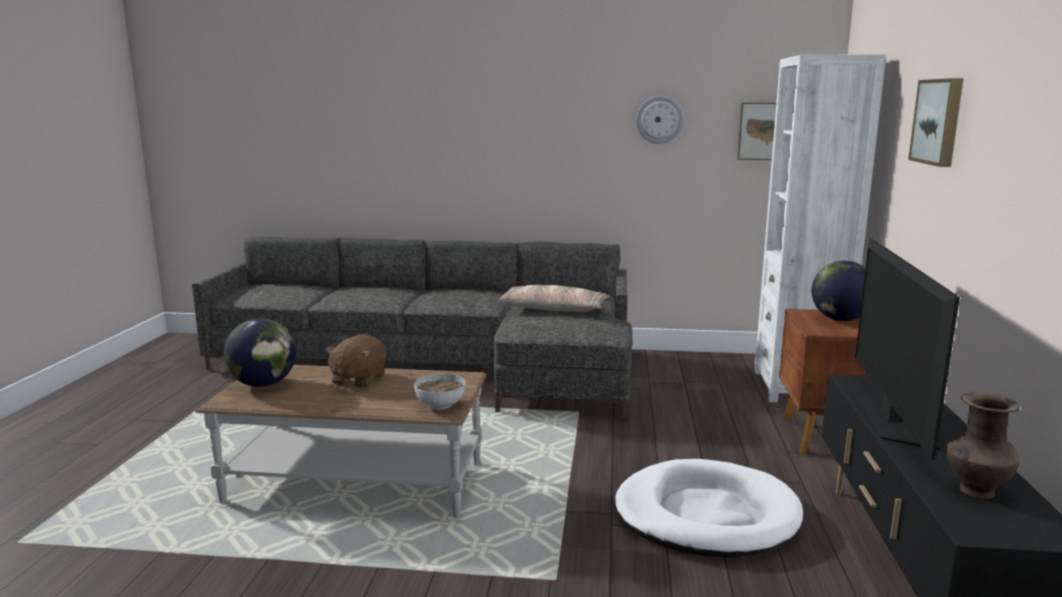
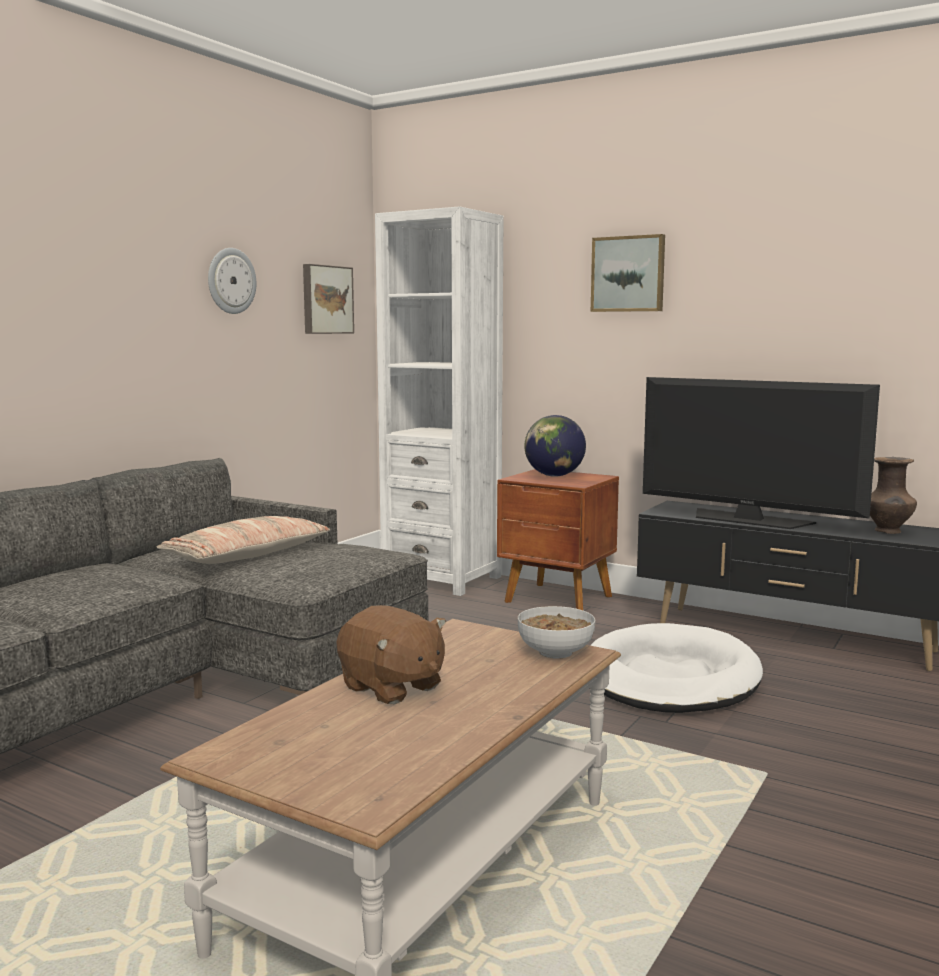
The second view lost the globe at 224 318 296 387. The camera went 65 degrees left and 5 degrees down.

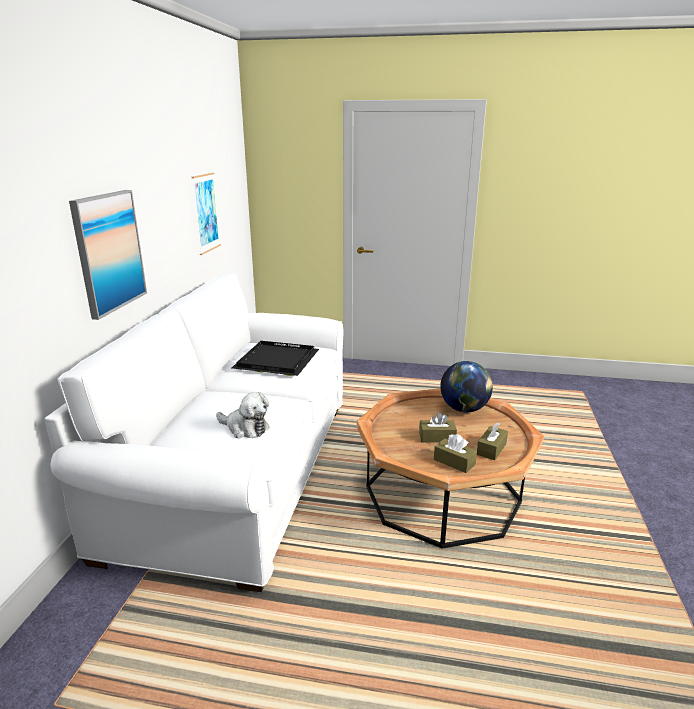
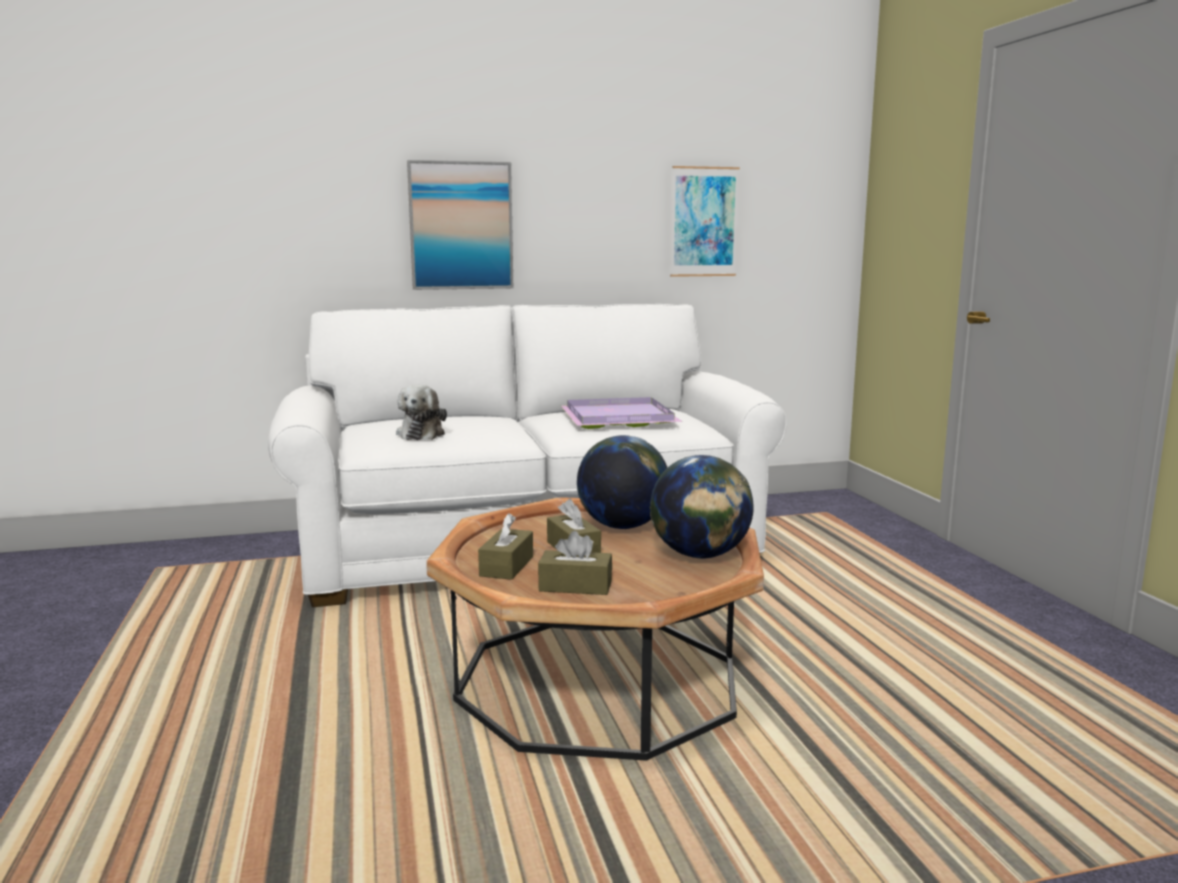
What was the black tray at 232 341 319 376 turned into the purple tray at 561 397 683 429. The second view gained the globe at 577 435 667 529. The camera went 65 degrees right and 10 degrees down.

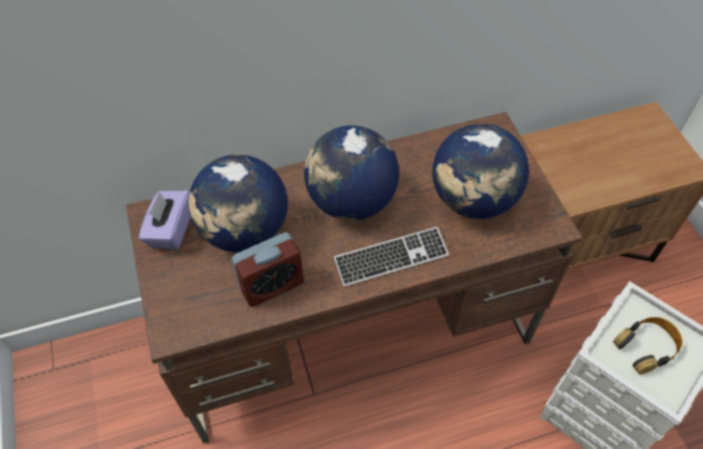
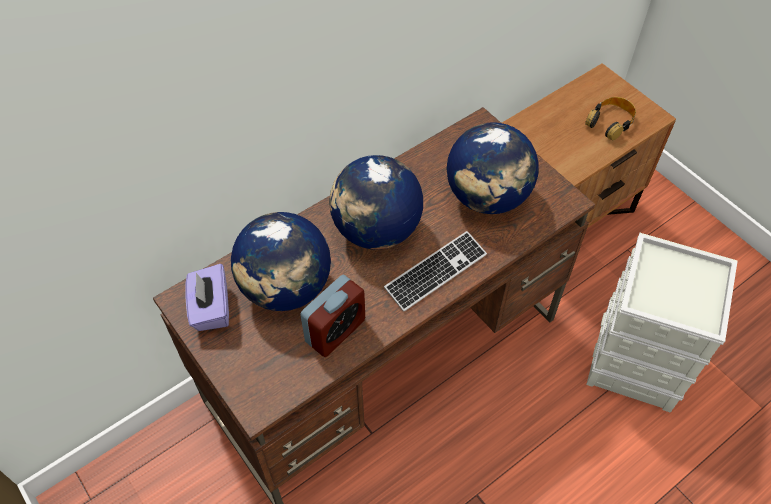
The headphones ended up elsewhere, having gone from 613 317 683 374 to 585 97 636 140. The camera went 20 degrees left and 0 degrees up.

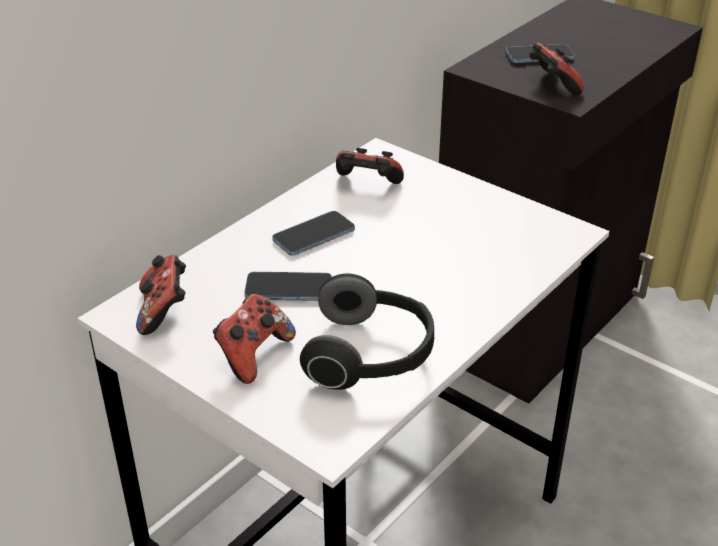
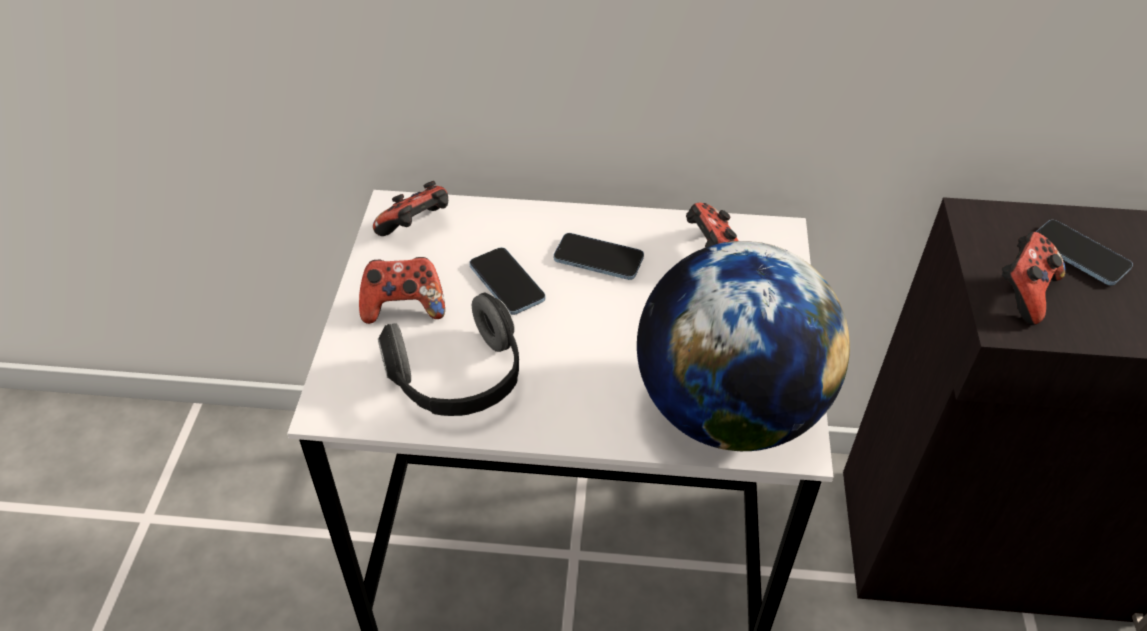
The second view gained the globe at 637 241 850 451. The camera went 55 degrees right and 10 degrees up.

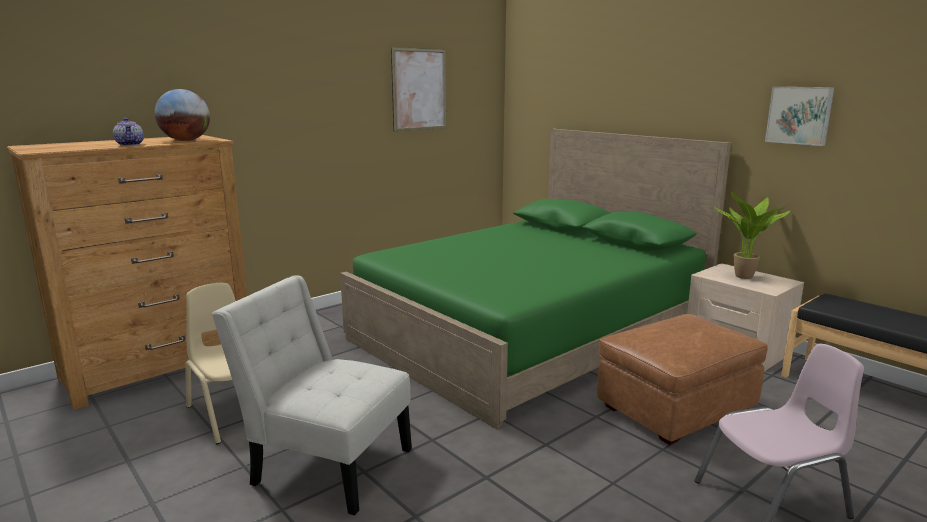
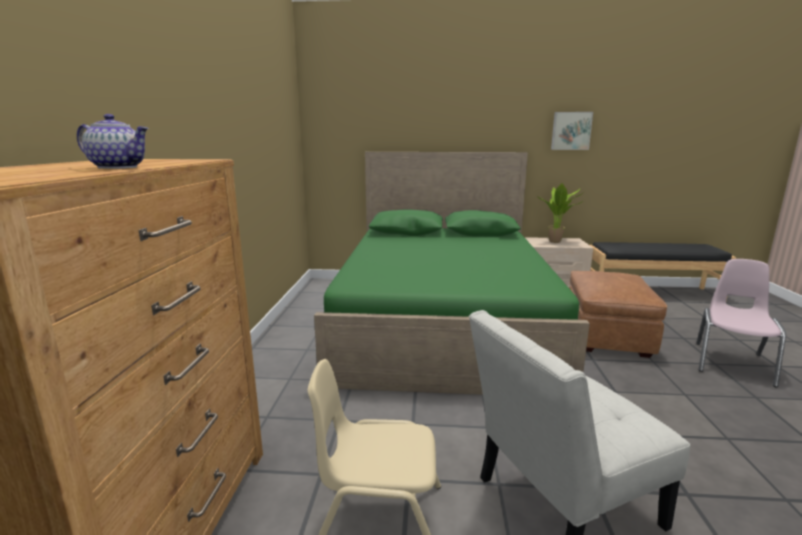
The second view lost the globe at 154 89 210 141. The second view lost the picture at 391 47 447 132. The camera went 45 degrees left and 0 degrees up.

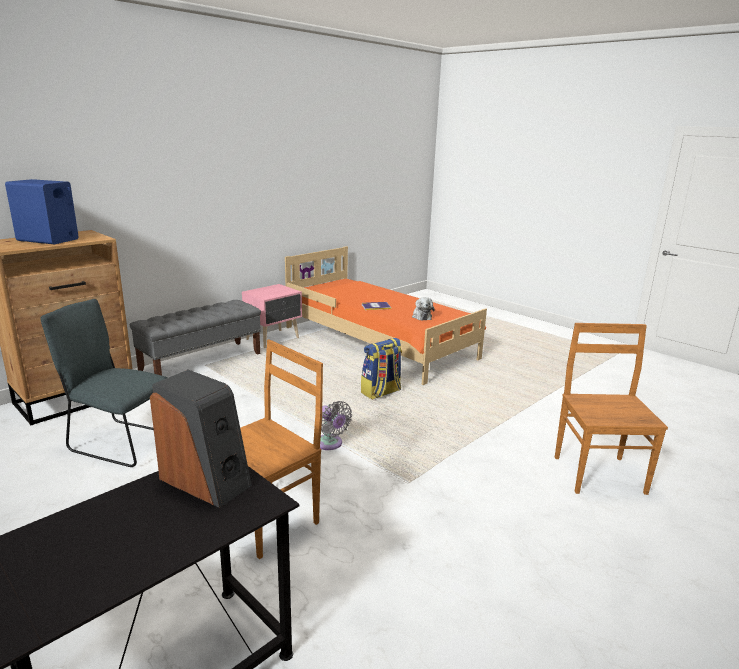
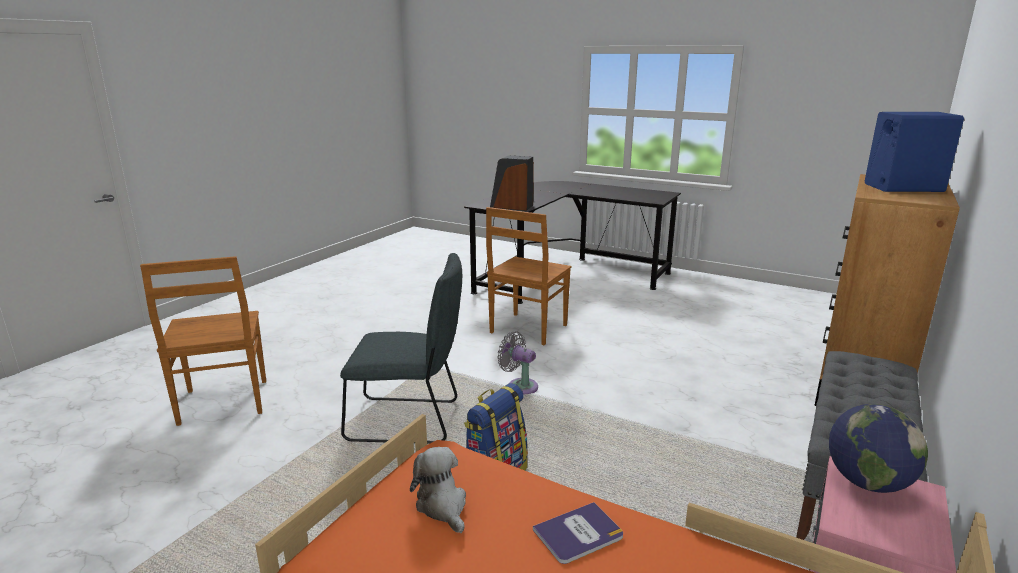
The grey chair ended up elsewhere, having gone from 40 299 167 467 to 340 253 462 444. The second view gained the globe at 829 404 928 493. The camera went 165 degrees right and 0 degrees up.

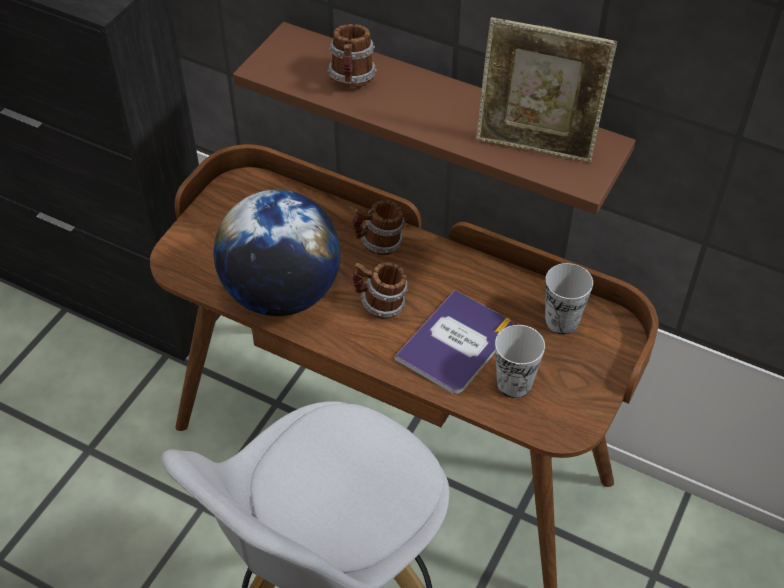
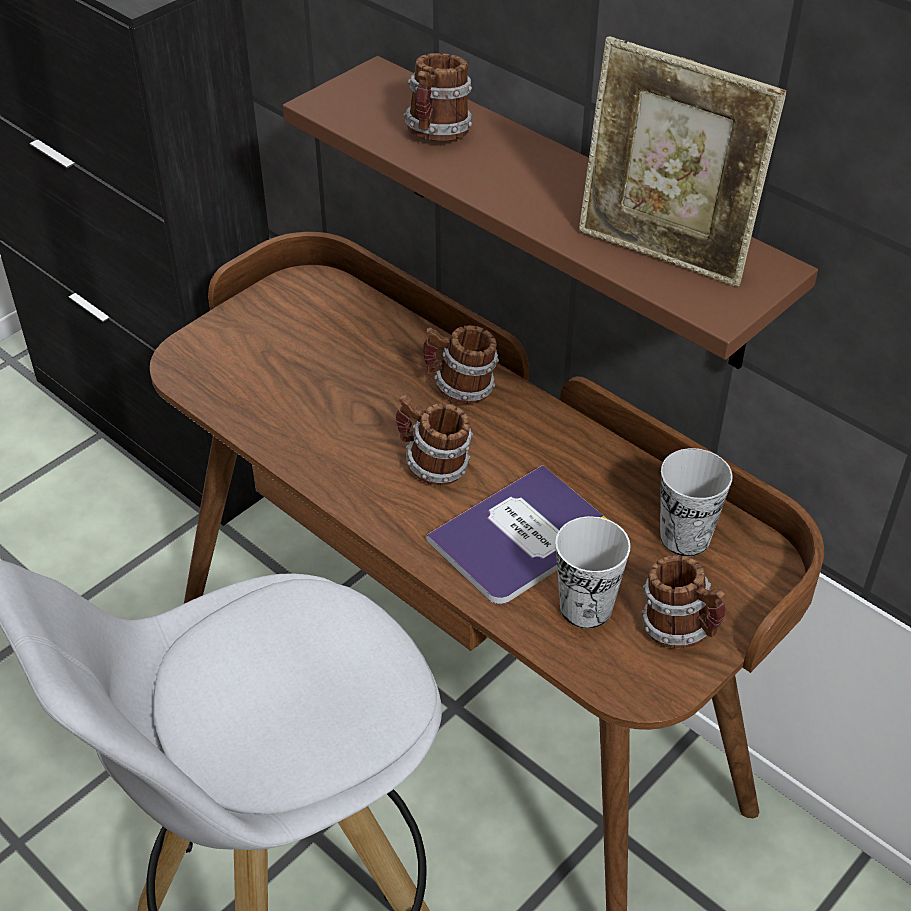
The second view gained the mug at 641 555 726 649. The second view lost the globe at 214 189 341 316. The camera went 15 degrees right and 5 degrees down.

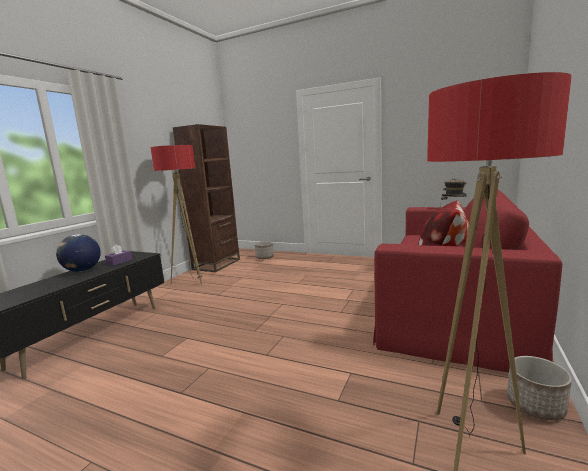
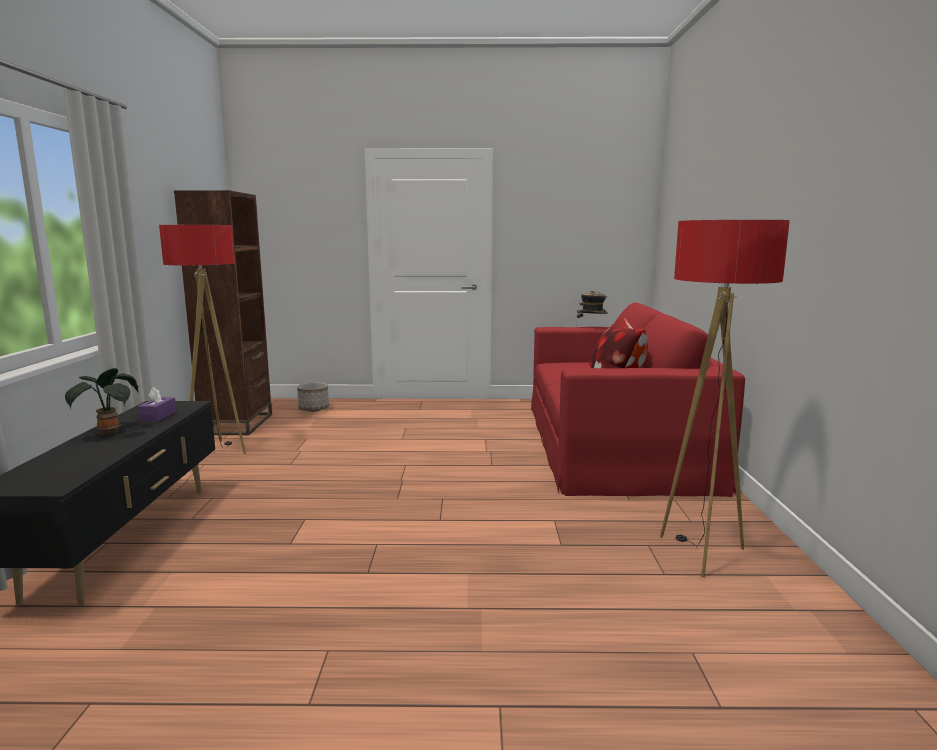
Where the globe stood at 56 234 101 272, the potted plant came to stand at 65 368 138 436. The second view lost the planter at 507 356 572 420. The camera went 25 degrees left and 0 degrees up.

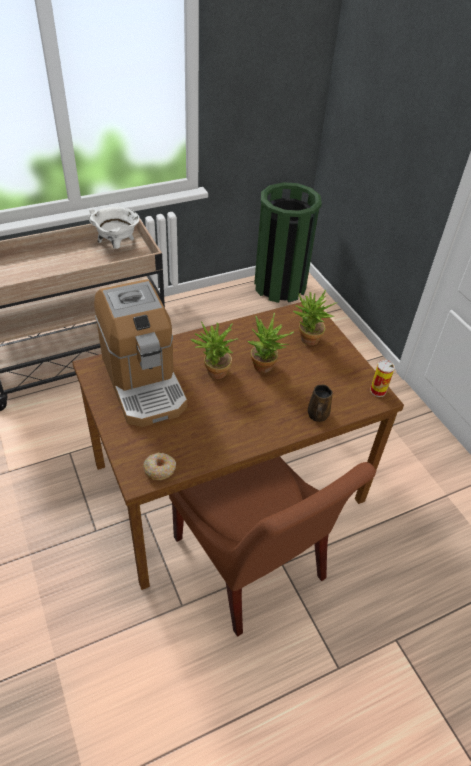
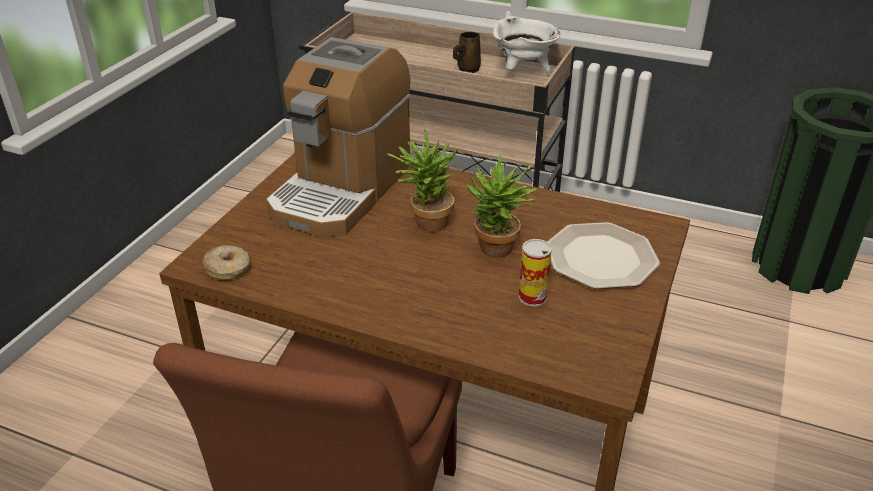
The brown mug ended up elsewhere, having gone from 308 385 333 422 to 453 32 481 73. The can ended up elsewhere, having gone from 370 360 395 397 to 519 239 552 307. Where the potted plant stood at 293 290 337 345, the plate came to stand at 547 222 660 289. The camera went 50 degrees right and 10 degrees down.

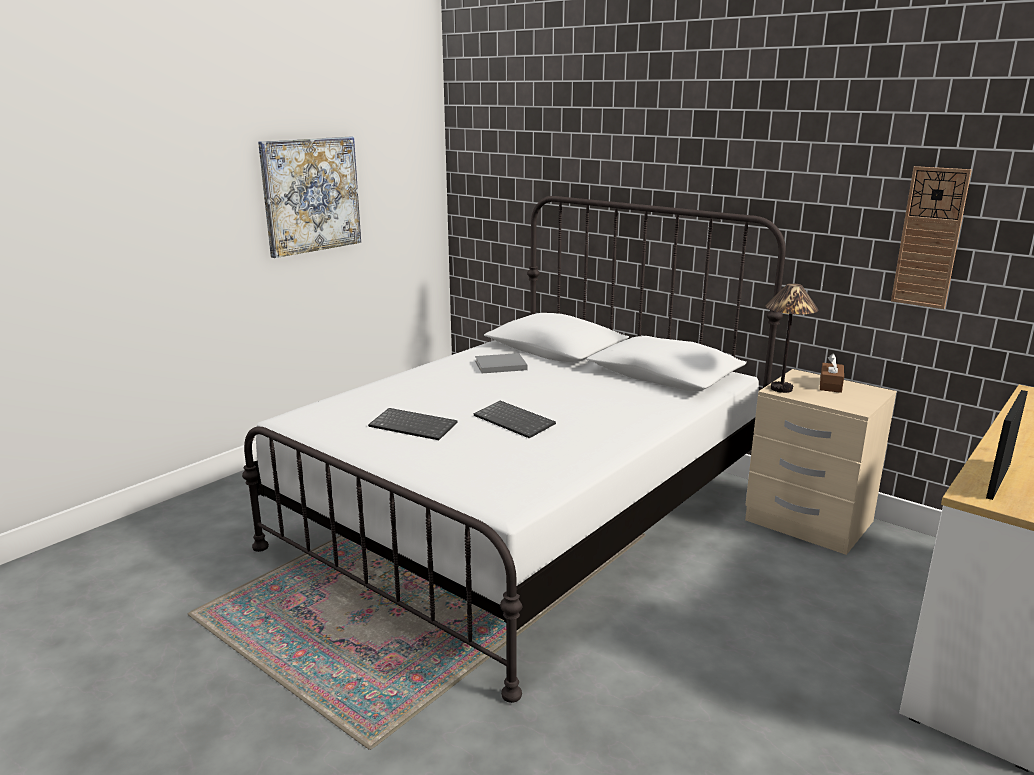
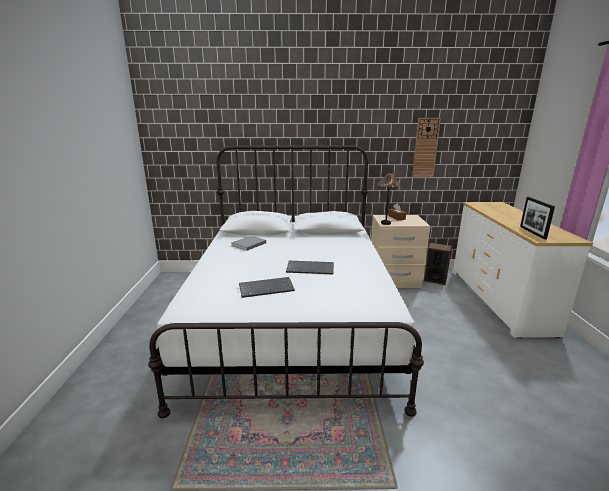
The second view gained the speaker at 424 243 452 285. The second view lost the picture at 258 137 361 258. The camera went 40 degrees left and 0 degrees up.

